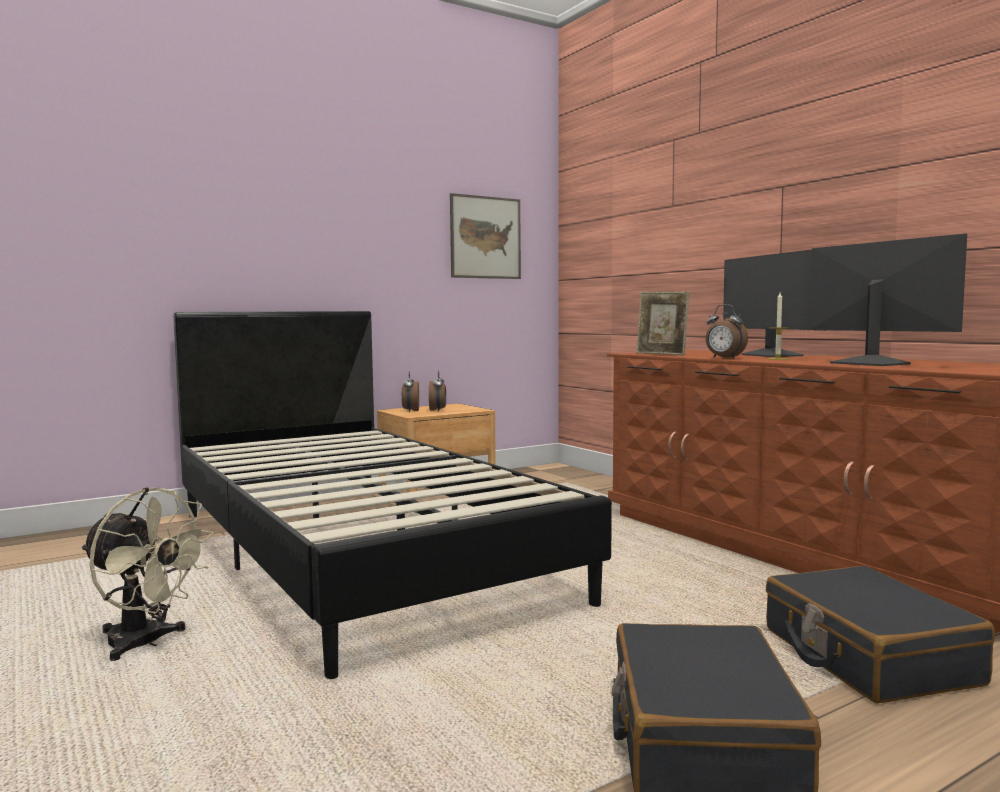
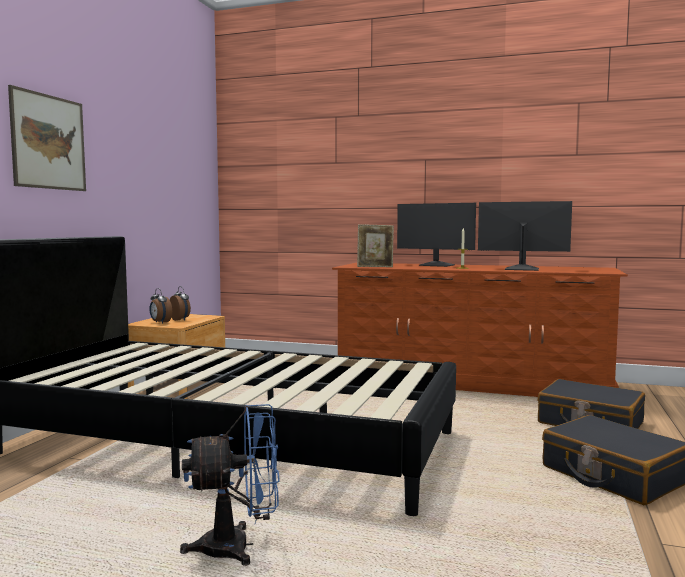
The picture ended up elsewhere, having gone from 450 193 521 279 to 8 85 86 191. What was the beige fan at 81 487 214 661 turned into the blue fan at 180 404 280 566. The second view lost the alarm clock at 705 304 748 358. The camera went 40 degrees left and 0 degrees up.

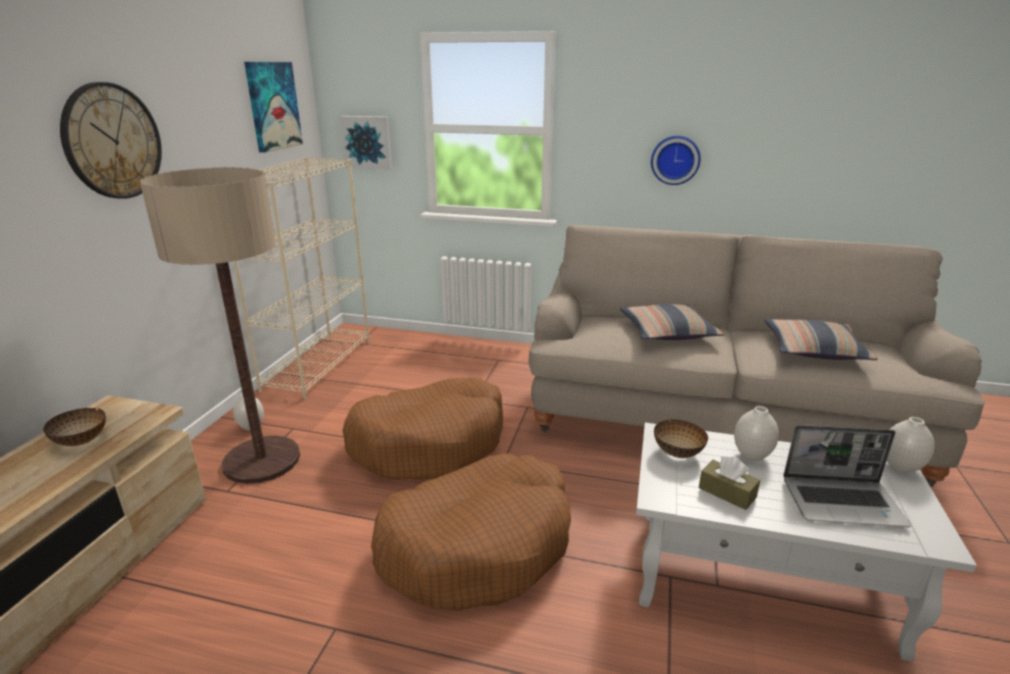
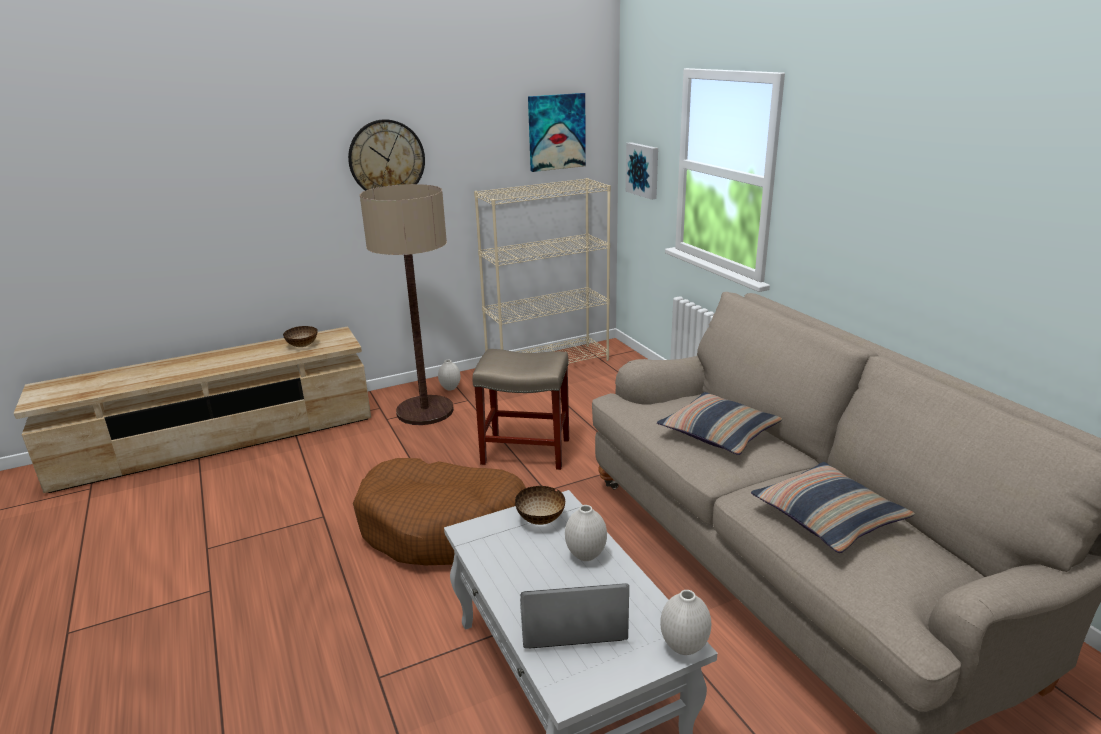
Where the brown dog bed stood at 343 378 503 480, the beige stool came to stand at 472 349 569 470. The laptop at 783 425 911 527 ended up facing another way, 120 degrees clockwise from before. The second view lost the wall clock at 651 136 701 185. The second view lost the brown tissue box at 699 456 760 510. The camera went 50 degrees right and 0 degrees up.

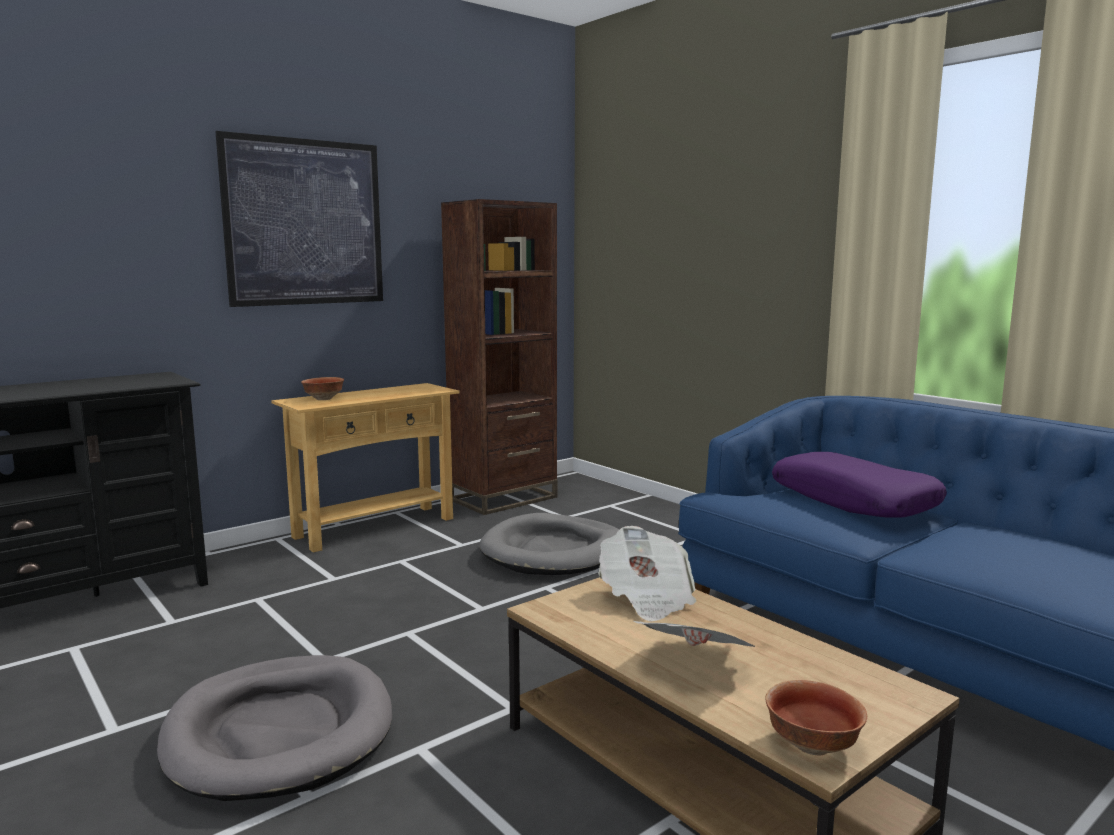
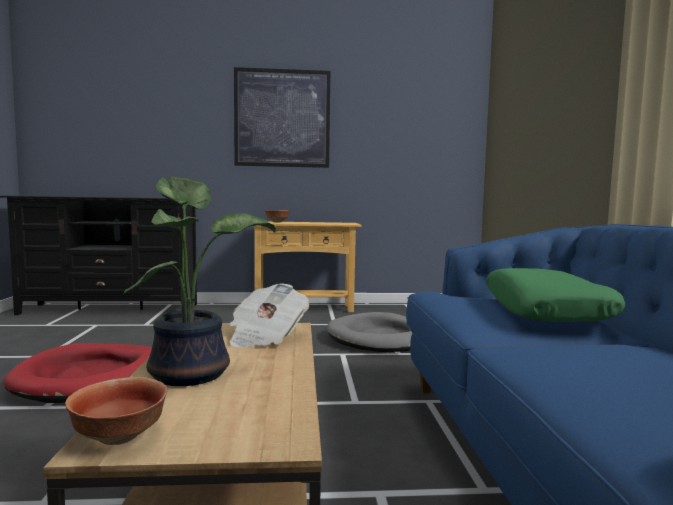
What was the grey dog bed at 157 655 392 801 turned into the red dog bed at 3 343 152 403. Where the newspaper stood at 633 621 754 647, the potted plant came to stand at 123 176 276 386. What was the purple pillow at 772 452 947 518 turned into the green pillow at 486 268 625 322. The second view lost the brown bookcase at 441 199 557 515. The camera went 35 degrees right and 5 degrees down.

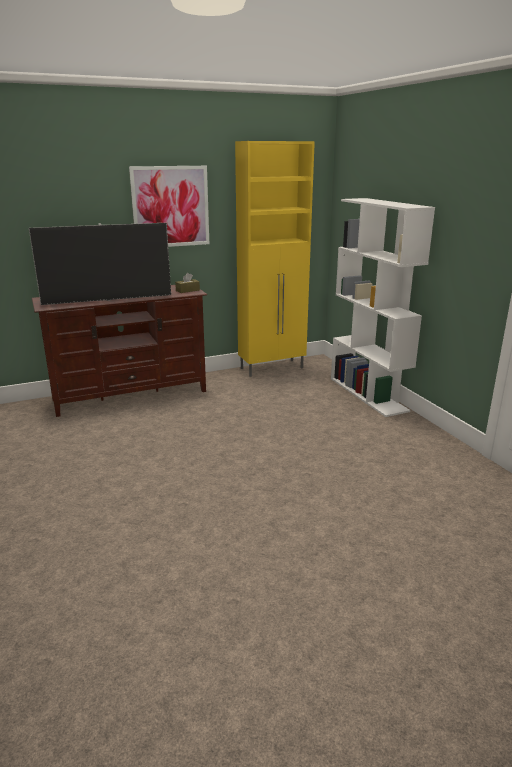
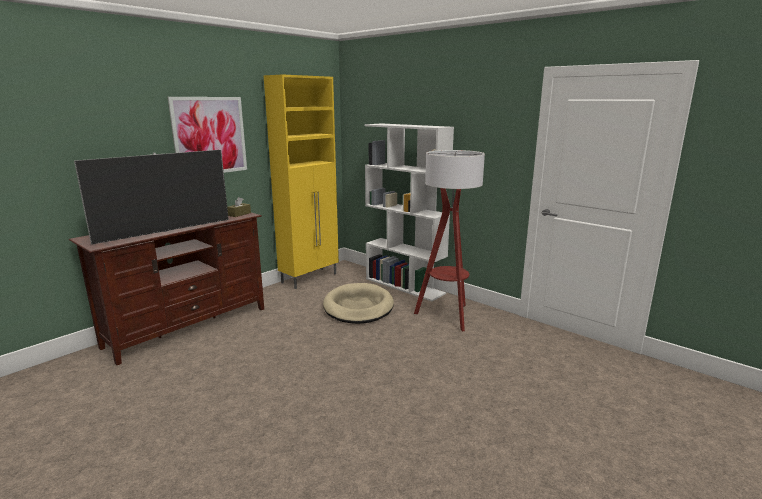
The second view gained the beige dog bed at 323 283 394 324. The second view gained the floor lamp at 414 150 485 331. The camera went 25 degrees left and 5 degrees down.

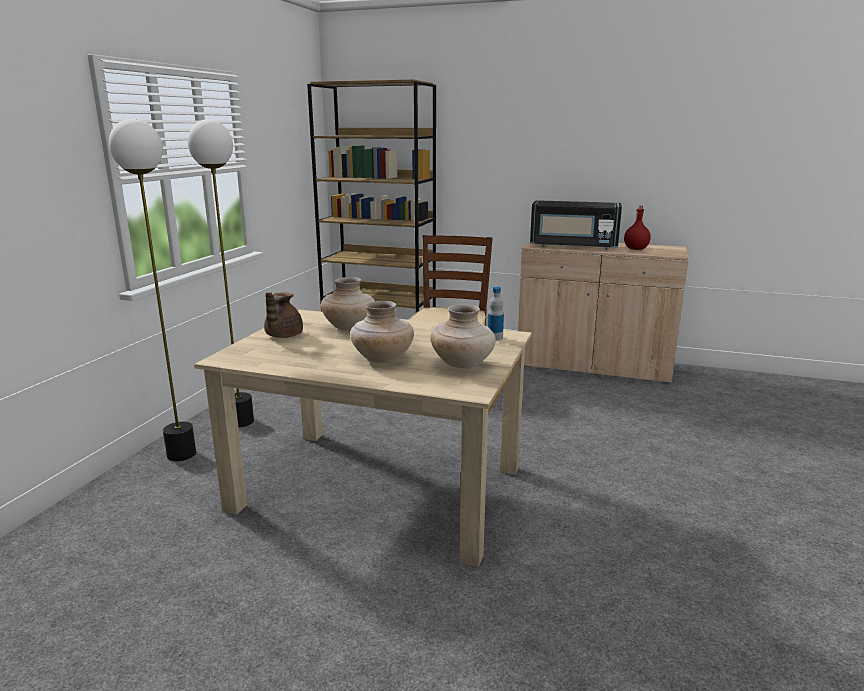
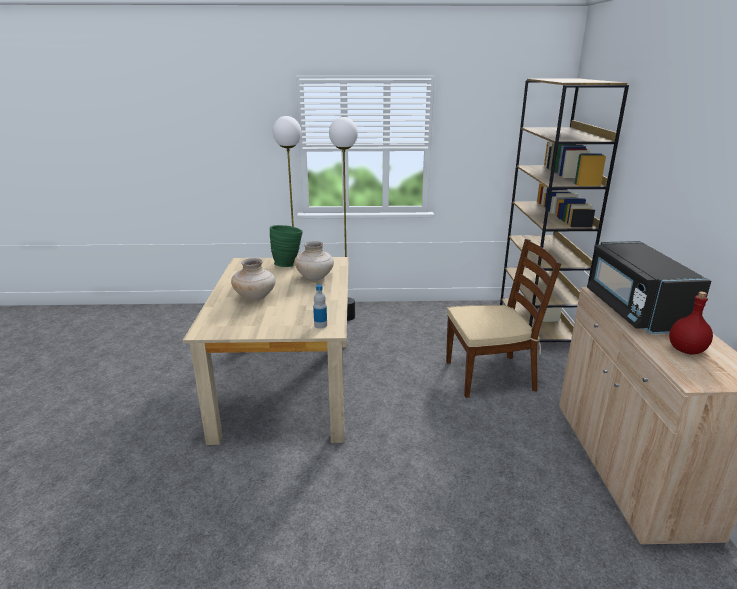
Where the brown teapot stood at 264 292 303 338, the green vase came to stand at 270 225 303 267. The second view lost the beige vase at 430 305 496 368. The camera went 70 degrees right and 5 degrees up.

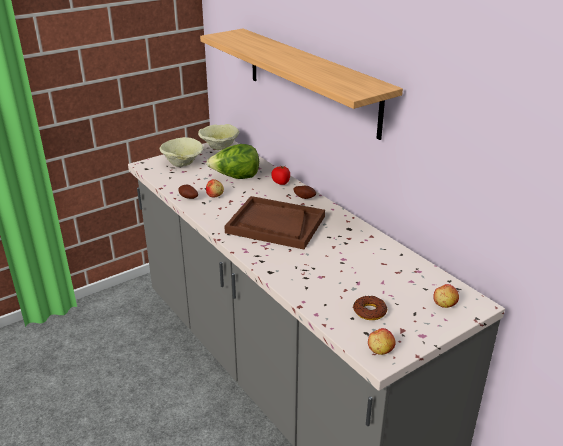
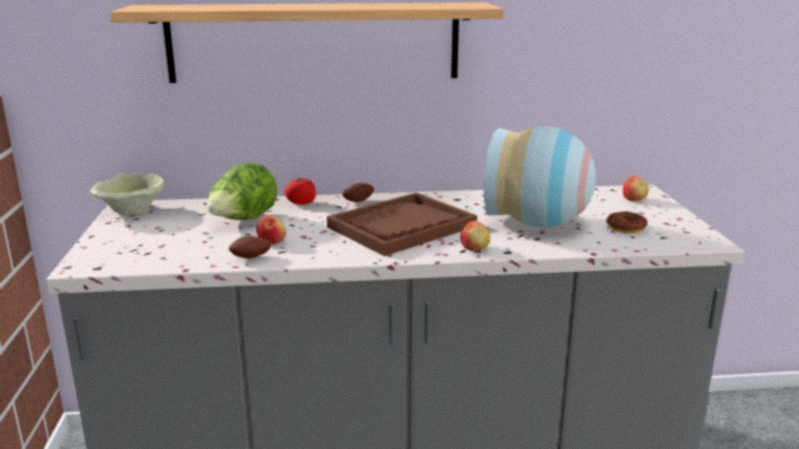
The apple ended up elsewhere, having gone from 368 328 396 355 to 461 221 490 251. The second view gained the vase at 483 126 596 228. The second view lost the beige bowl at 159 137 204 167. The camera went 60 degrees left and 10 degrees down.

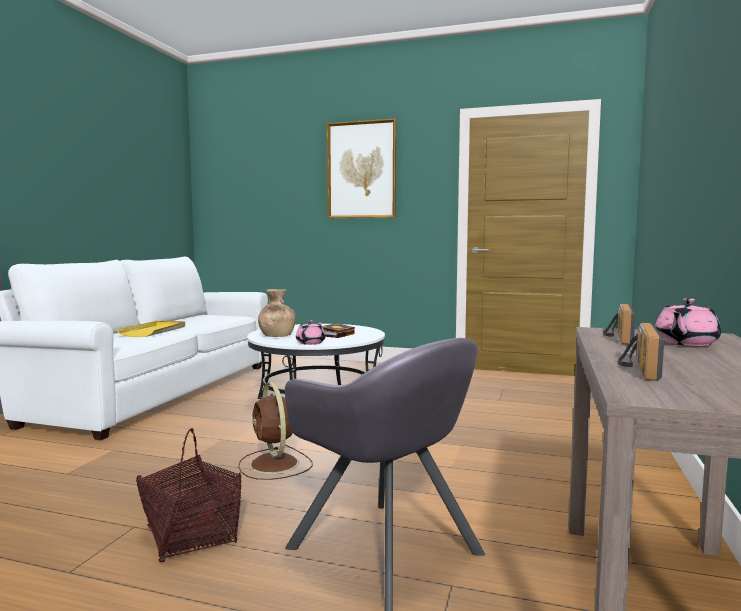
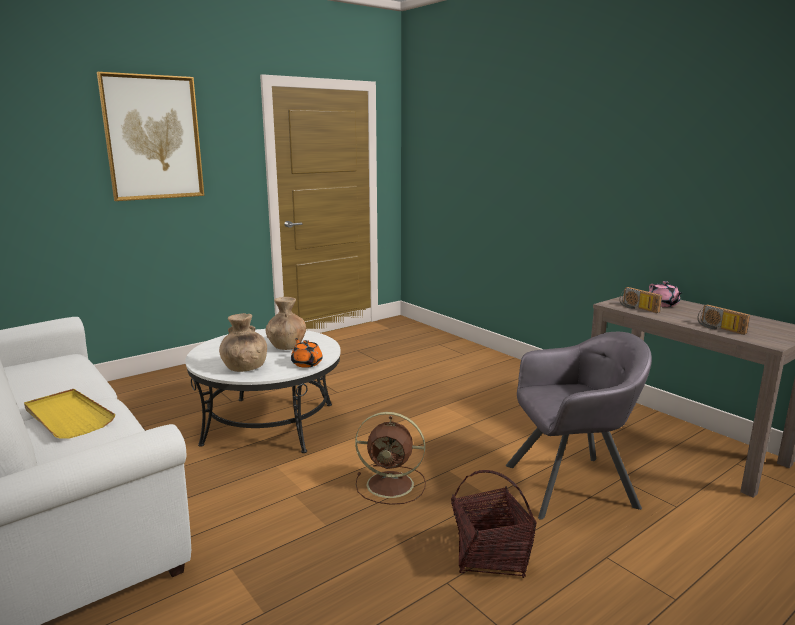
Where the book stood at 322 323 355 338, the brown vase came to stand at 266 297 306 350. What was the pink teapot at 296 320 325 345 turned into the orange teapot at 291 338 323 368. The camera went 55 degrees left and 10 degrees up.

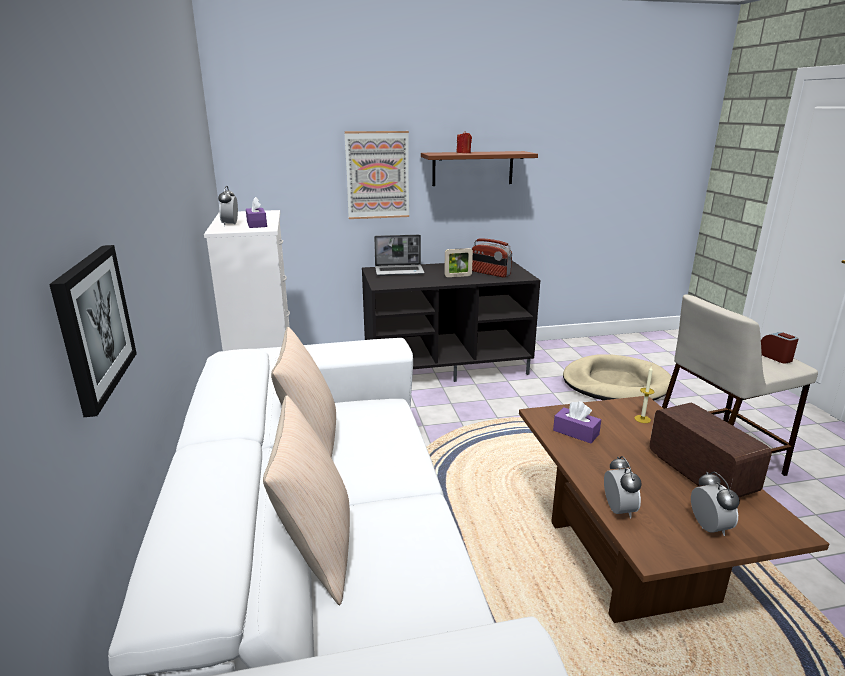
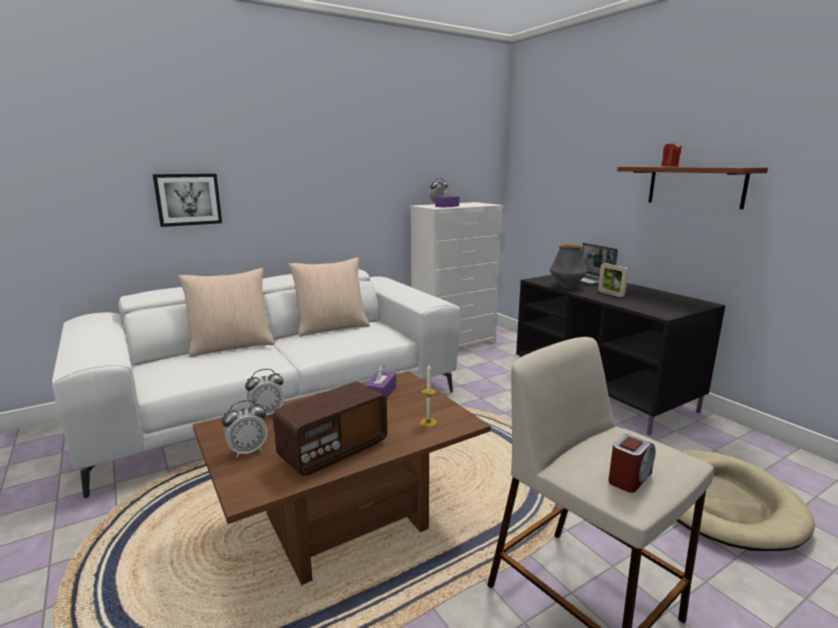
The second view gained the vase at 550 244 587 289. The second view lost the picture at 344 131 409 219. The second view lost the radio at 472 239 512 278. The camera went 70 degrees right and 5 degrees down.

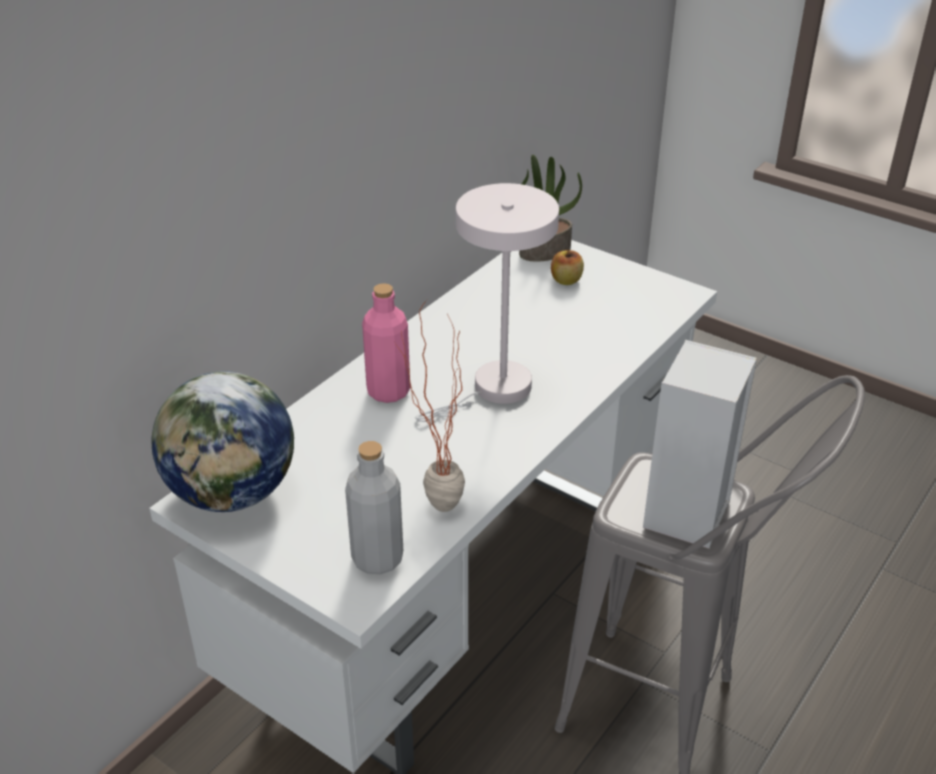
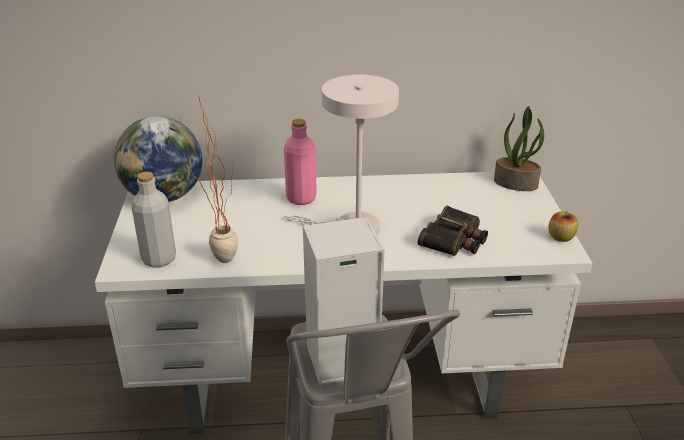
The second view gained the binoculars at 418 206 488 256. The apple ended up elsewhere, having gone from 551 249 584 285 to 548 212 578 242. The camera went 50 degrees right and 5 degrees down.

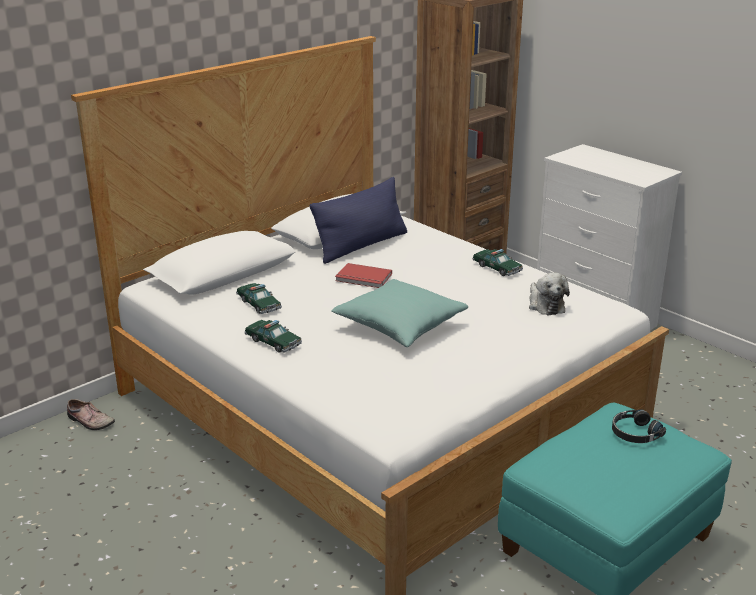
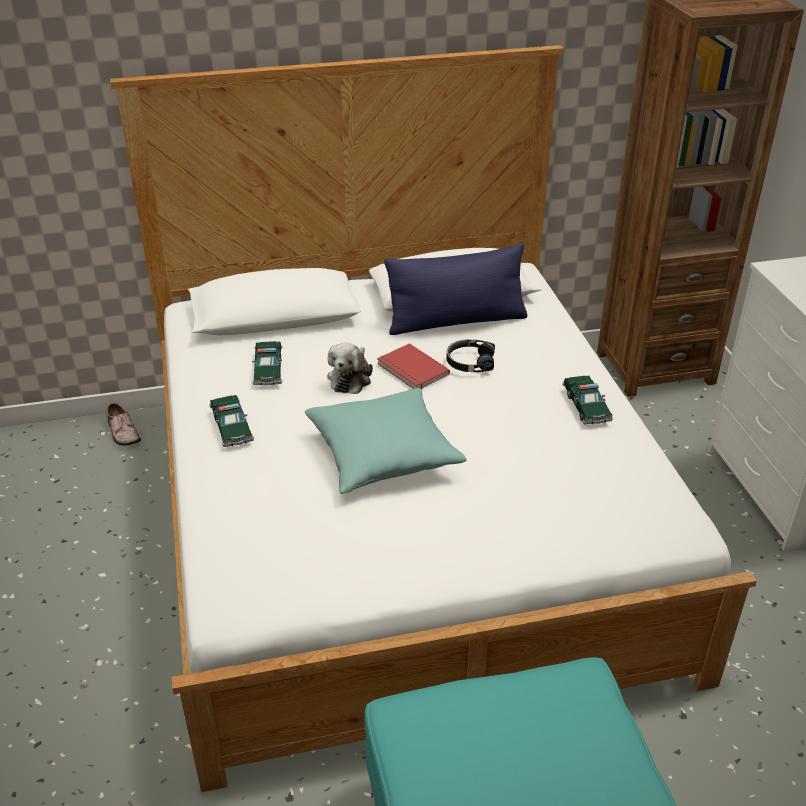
The plush toy ended up elsewhere, having gone from 529 272 570 316 to 327 343 373 394. The black headphones ended up elsewhere, having gone from 612 410 666 443 to 447 339 495 372. The camera went 30 degrees right and 10 degrees up.

